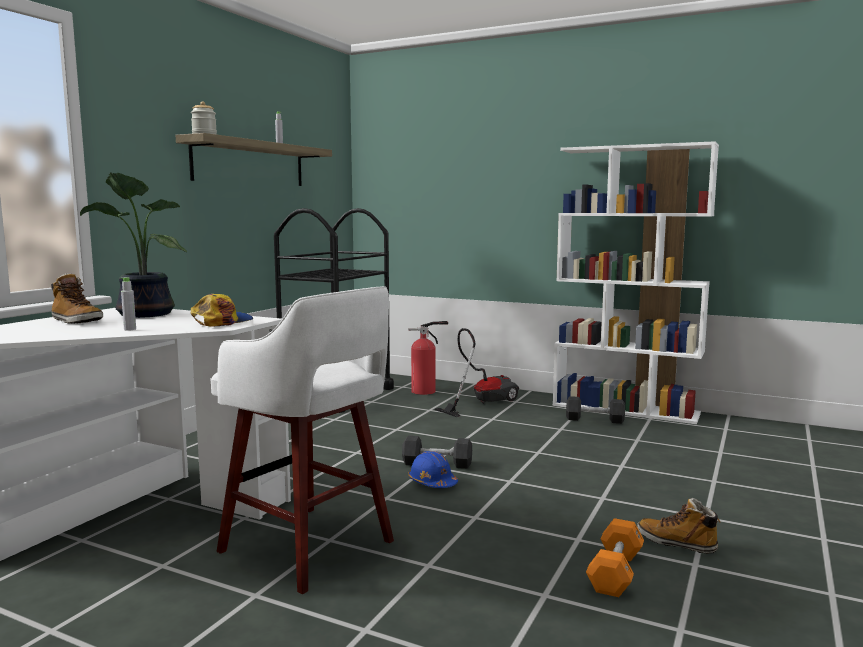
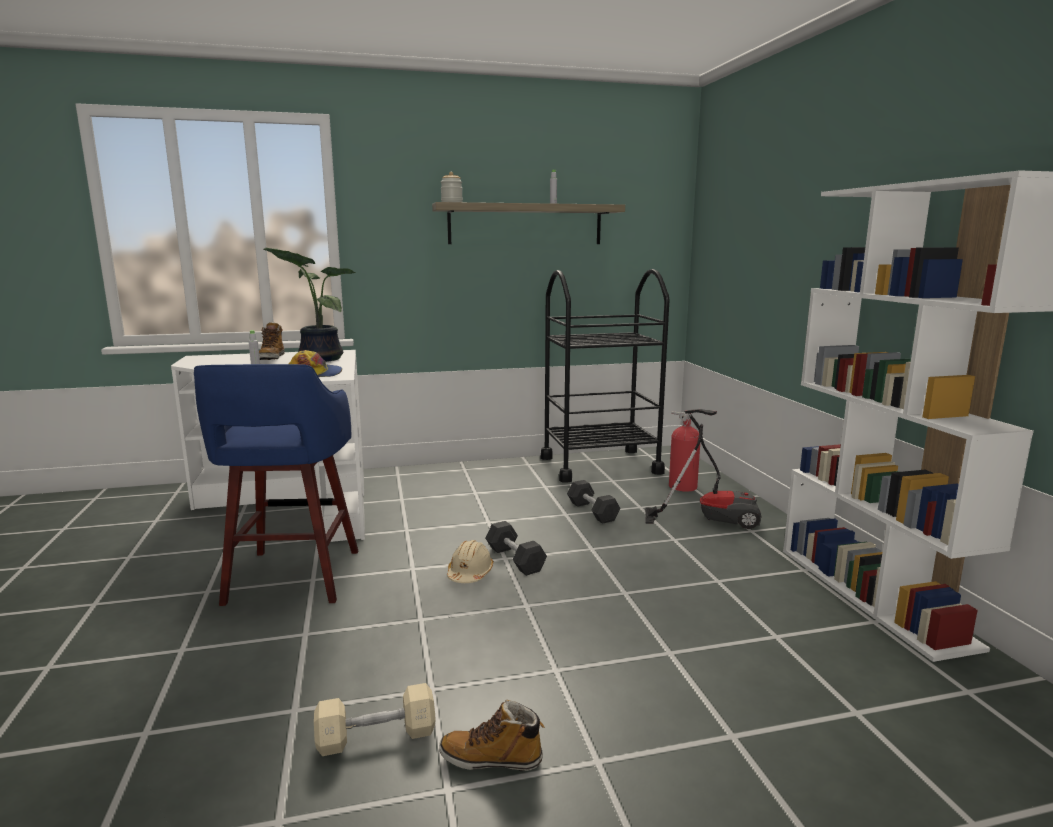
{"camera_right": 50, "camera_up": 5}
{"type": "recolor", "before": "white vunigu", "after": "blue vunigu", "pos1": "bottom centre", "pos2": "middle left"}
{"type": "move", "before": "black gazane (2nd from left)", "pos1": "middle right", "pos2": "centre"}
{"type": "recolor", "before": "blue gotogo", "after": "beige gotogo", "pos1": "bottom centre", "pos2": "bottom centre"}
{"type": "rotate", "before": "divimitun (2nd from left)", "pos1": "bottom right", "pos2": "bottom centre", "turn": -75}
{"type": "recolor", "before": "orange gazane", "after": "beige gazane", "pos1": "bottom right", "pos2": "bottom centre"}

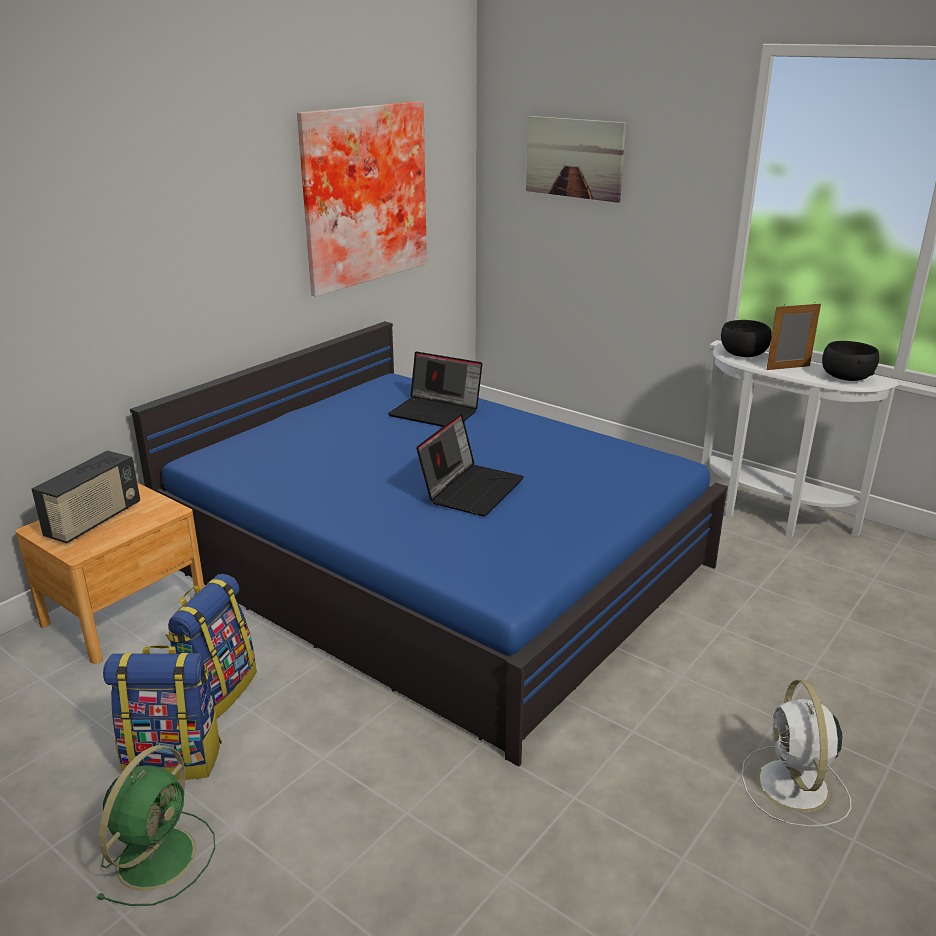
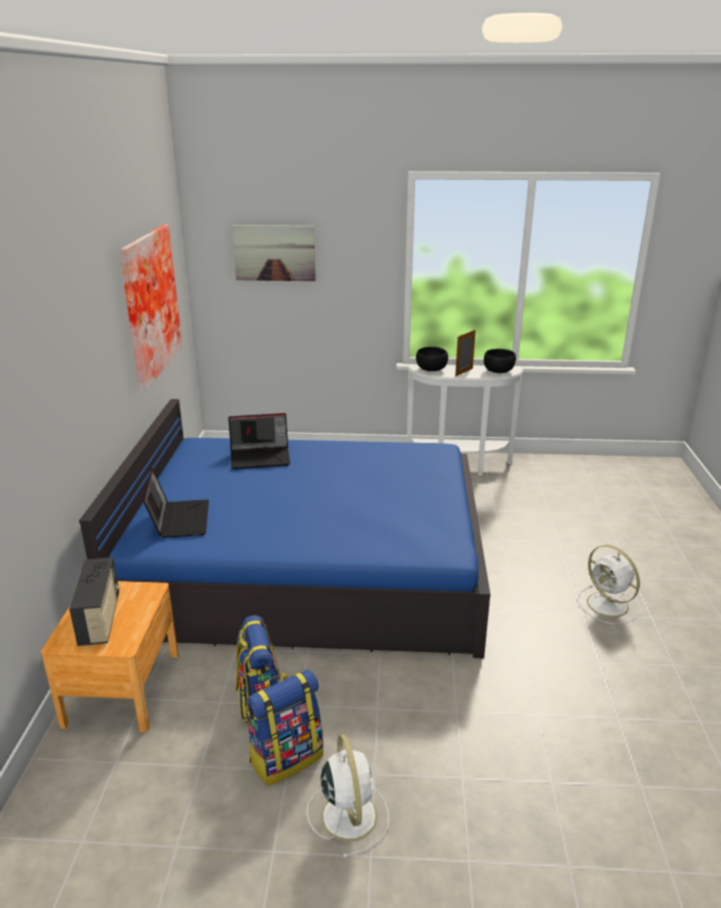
{"camera_right": -35, "camera_up": 0}
{"type": "move", "before": "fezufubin (2nd from left in the first image)", "after": "fezufubin (1st from left)", "pos1": "centre", "pos2": "middle left"}
{"type": "recolor", "before": "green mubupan", "after": "white mubupan (1st from left)", "pos1": "bottom left", "pos2": "bottom centre"}

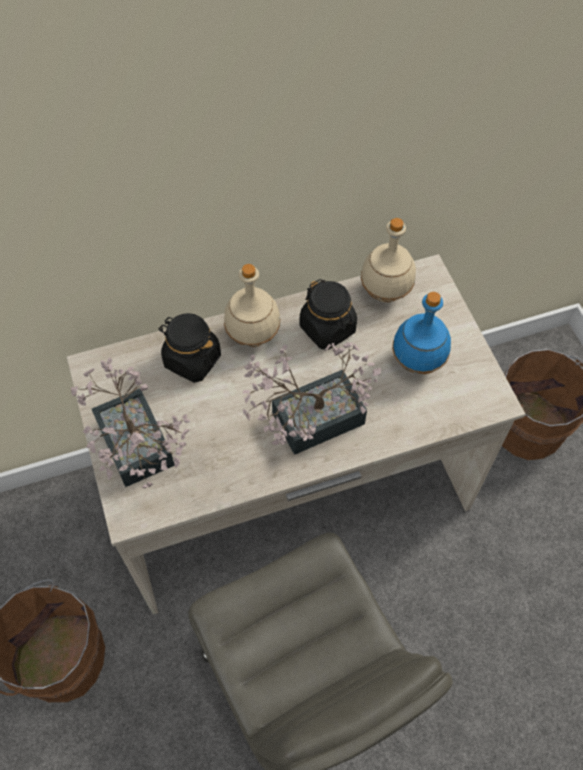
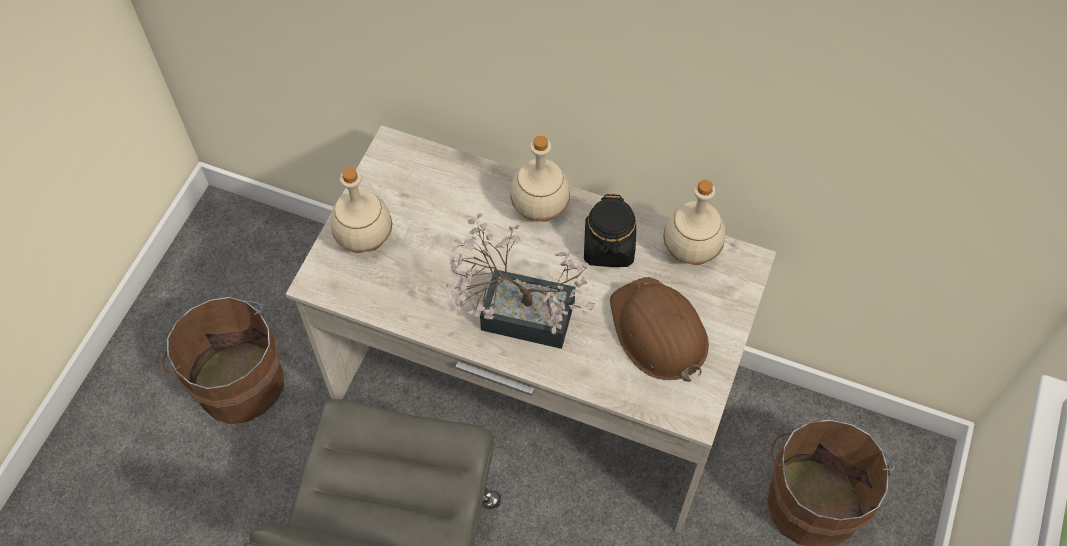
{"camera_right": 40, "camera_up": 0}
{"type": "replace", "before": "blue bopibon", "after": "brown gotogo", "pos1": "middle right", "pos2": "centre"}
{"type": "delete", "before": "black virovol (1st from left)", "pos1": "middle left"}
{"type": "replace", "before": "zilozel (1st from left)", "after": "beige bopibon (1st from left)", "pos1": "middle left", "pos2": "centre"}

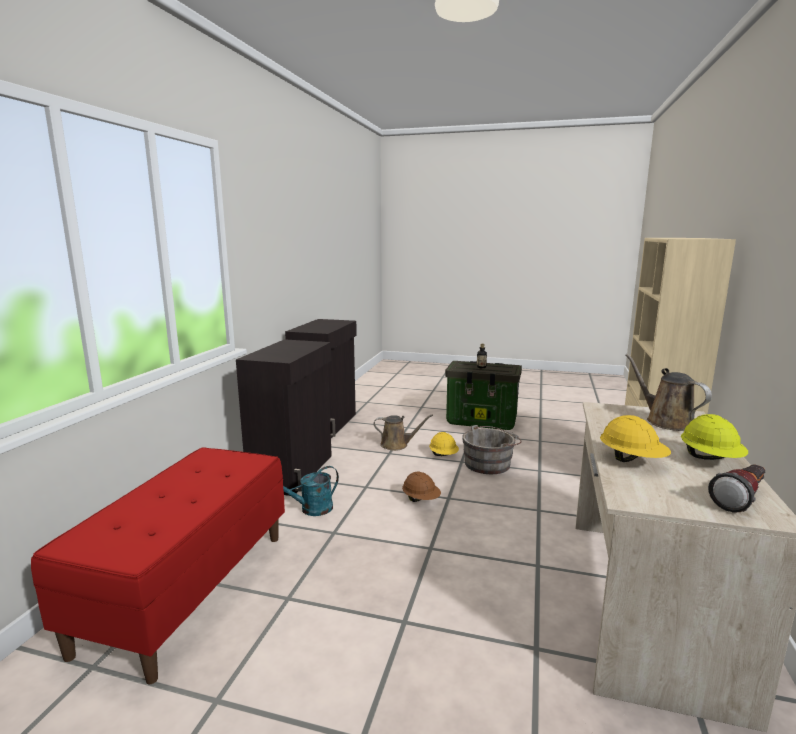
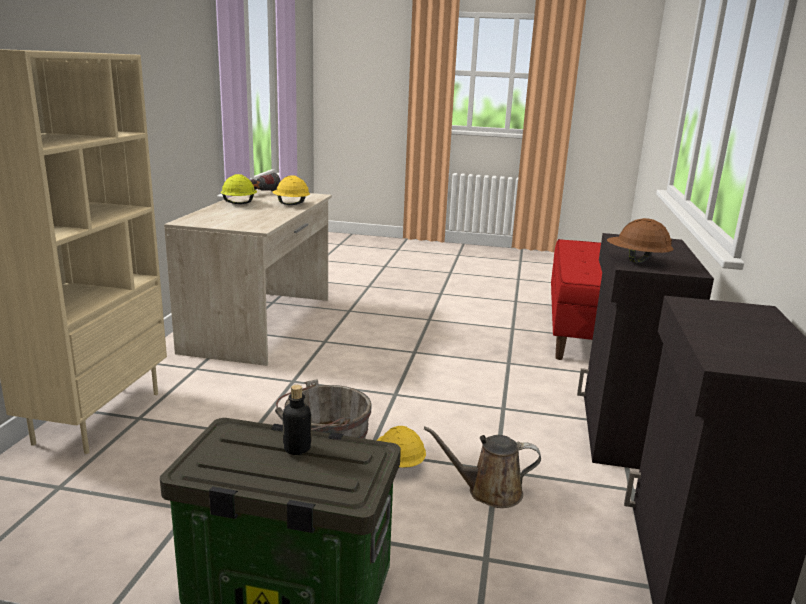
{"camera_right": 175, "camera_up": 5}
{"type": "delete", "before": "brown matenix (2nd from left)", "pos1": "middle right"}
{"type": "delete", "before": "turquoise matenix", "pos1": "bottom centre"}
{"type": "move", "before": "brown gotogo", "pos1": "centre", "pos2": "middle right"}

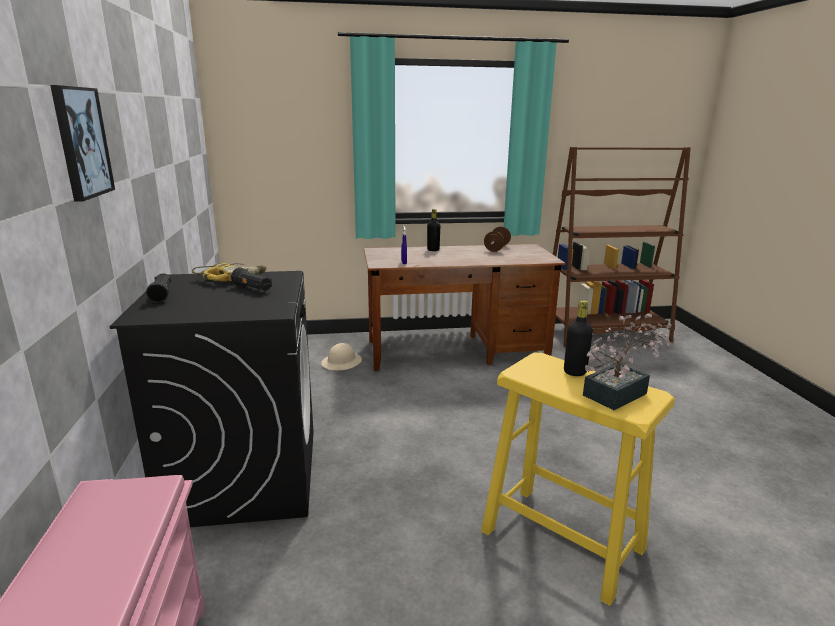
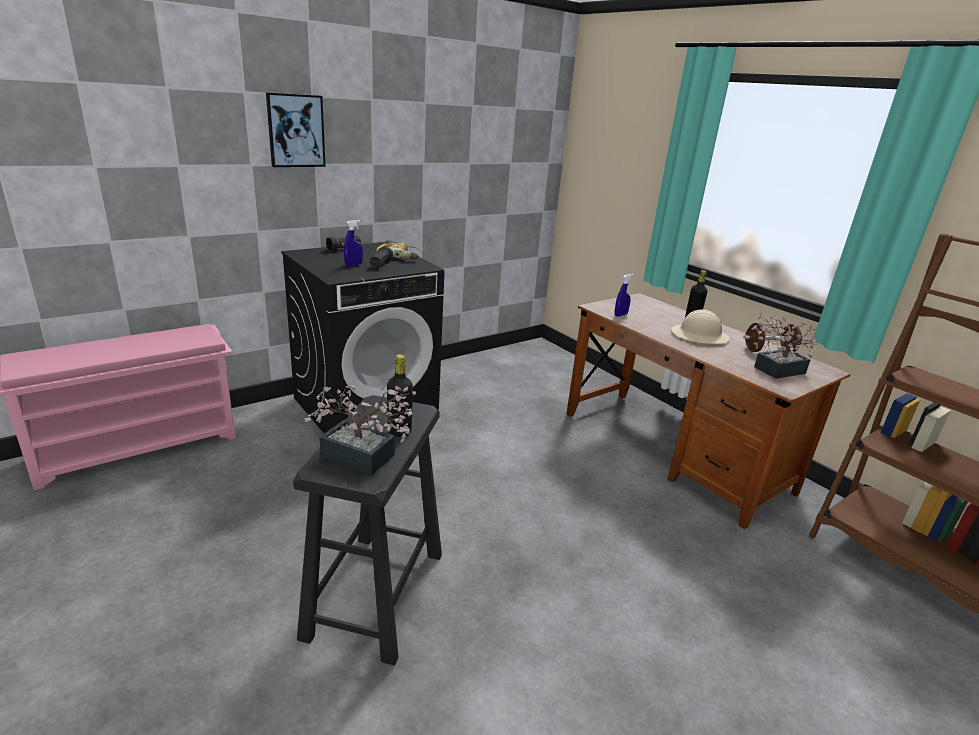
{"camera_right": 60, "camera_up": 5}
{"type": "move", "before": "beige gotogo", "pos1": "centre", "pos2": "middle right"}
{"type": "recolor", "before": "yellow vunigu", "after": "black vunigu", "pos1": "bottom right", "pos2": "bottom centre"}
{"type": "insert", "after": "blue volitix (1st from left)", "pos2": "top centre"}
{"type": "insert", "after": "zilozel (2nd from left)", "pos2": "middle right"}

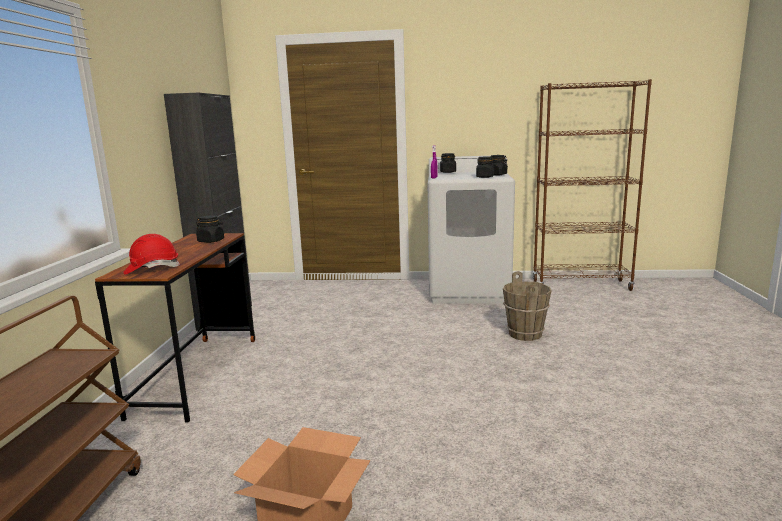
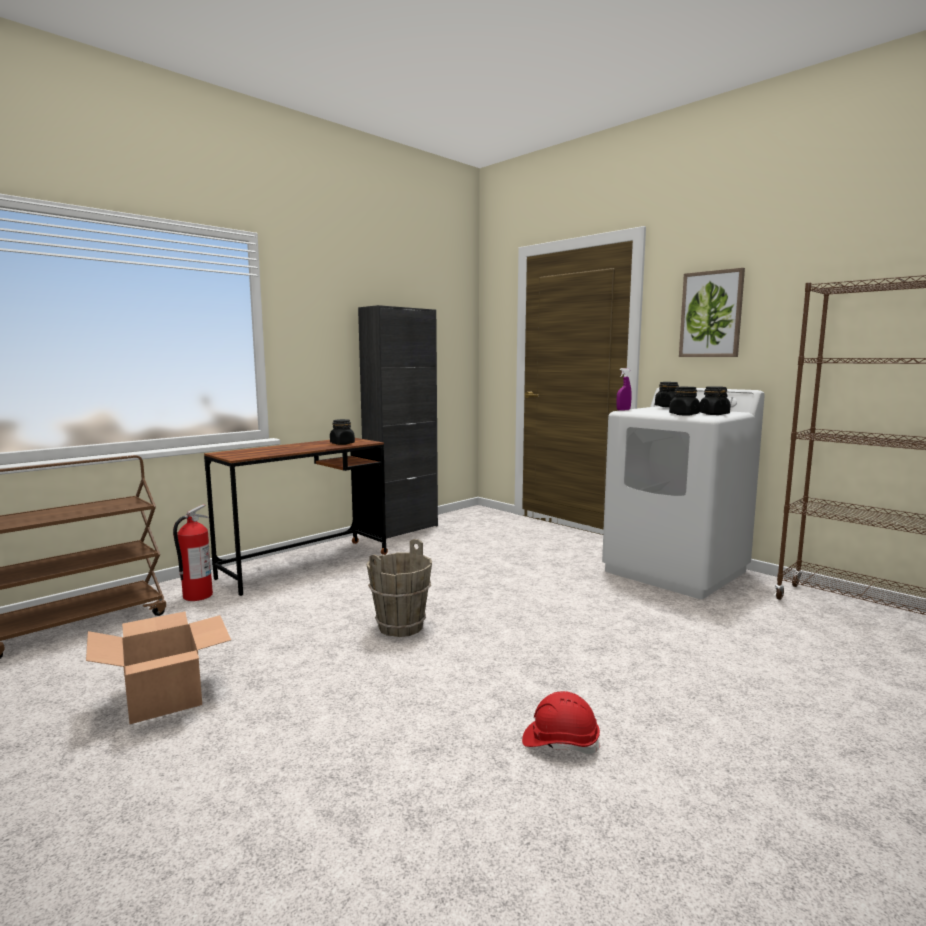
{"camera_right": 40, "camera_up": -5}
{"type": "move", "before": "red gotogo", "pos1": "middle left", "pos2": "bottom centre"}
{"type": "move", "before": "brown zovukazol", "pos1": "middle right", "pos2": "centre"}
{"type": "insert", "after": "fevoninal", "pos2": "middle right"}
{"type": "insert", "after": "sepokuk", "pos2": "middle left"}

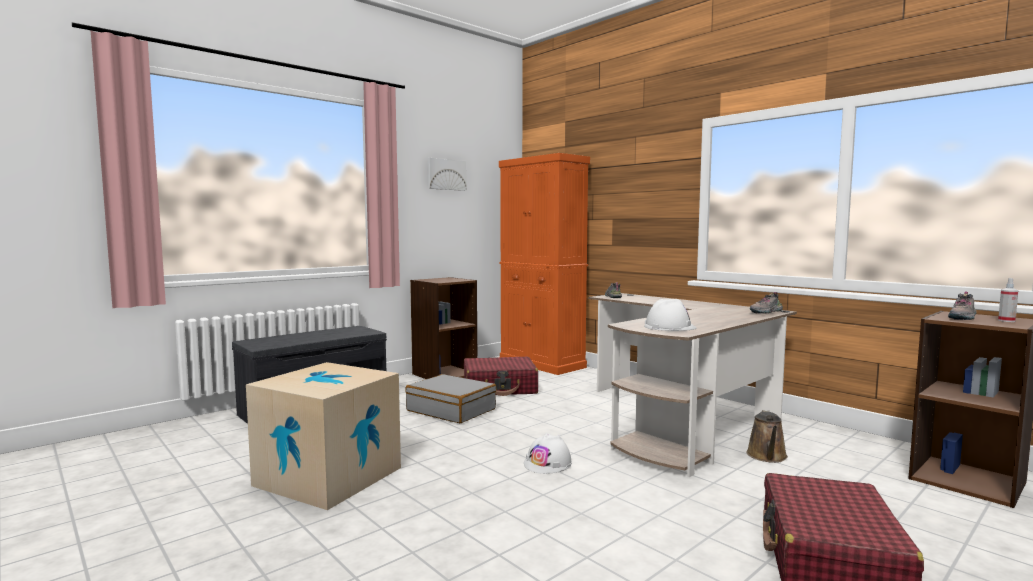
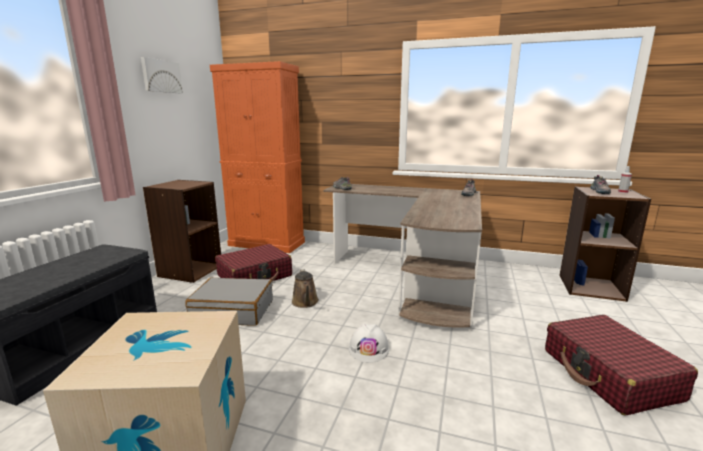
{"camera_right": -30, "camera_up": 10}
{"type": "delete", "before": "white gotogo (2nd from left)", "pos1": "centre"}
{"type": "move", "before": "brown matenix", "pos1": "bottom right", "pos2": "centre"}

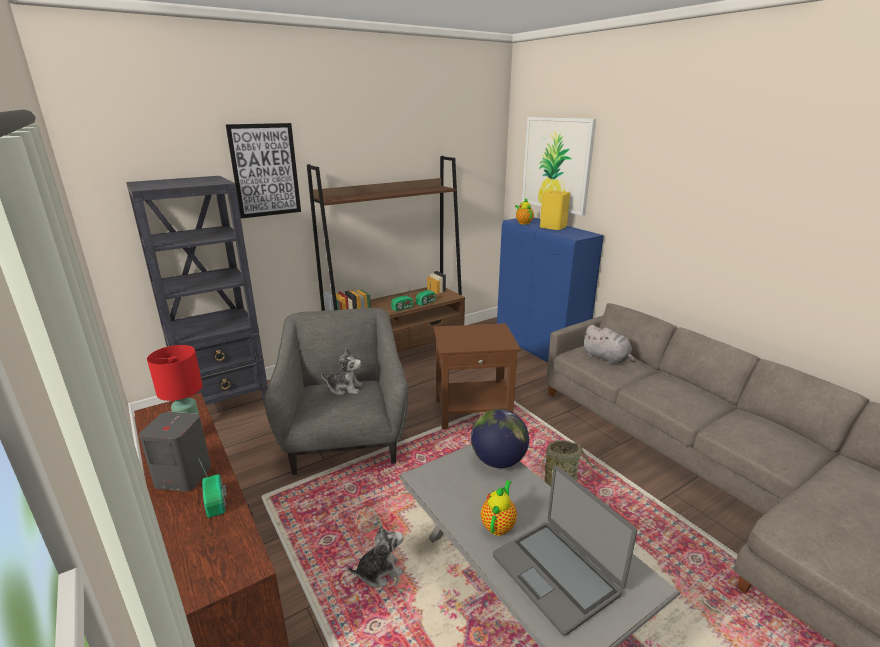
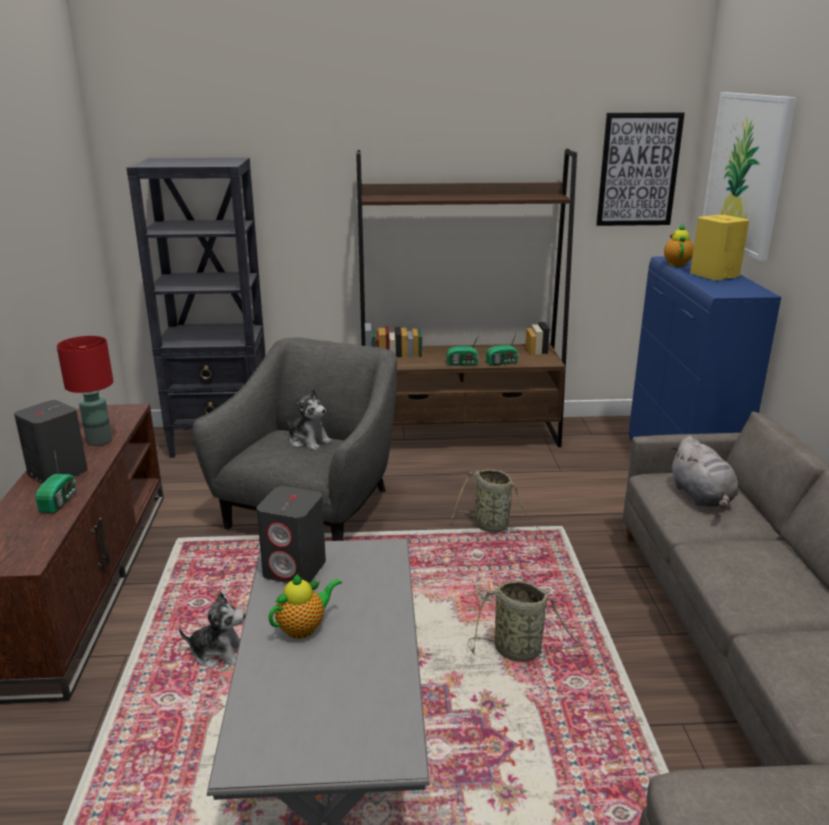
{"camera_right": 30, "camera_up": 0}
{"type": "move", "before": "fevoninal (1st from left)", "pos1": "top left", "pos2": "top right"}
{"type": "replace", "before": "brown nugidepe", "after": "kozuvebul (1st from left)", "pos1": "centre", "pos2": "centre"}
{"type": "delete", "before": "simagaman", "pos1": "bottom centre"}
{"type": "delete", "before": "fezufubin", "pos1": "bottom centre"}
{"type": "insert", "after": "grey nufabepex (2nd from left)", "pos2": "centre"}

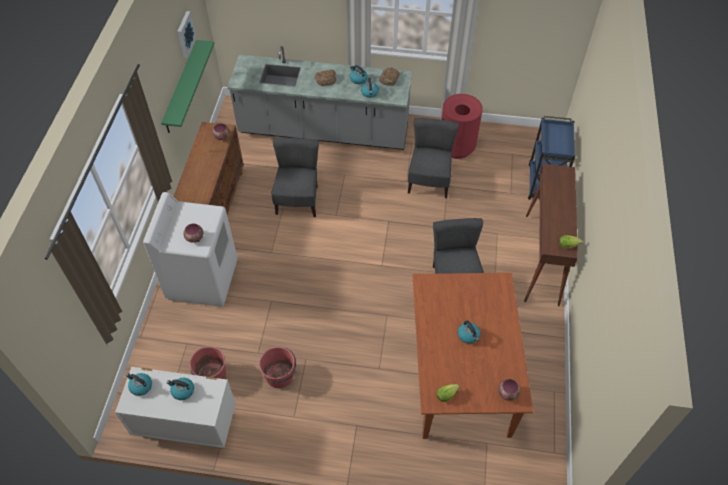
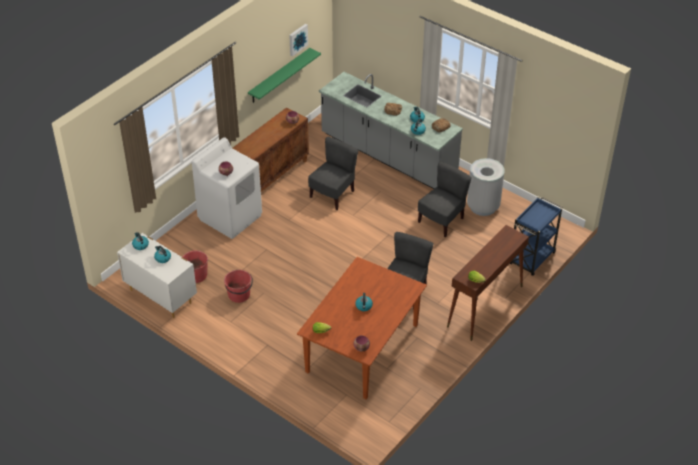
{"camera_right": 30, "camera_up": -10}
{"type": "recolor", "before": "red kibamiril", "after": "grey kibamiril", "pos1": "top centre", "pos2": "middle right"}

